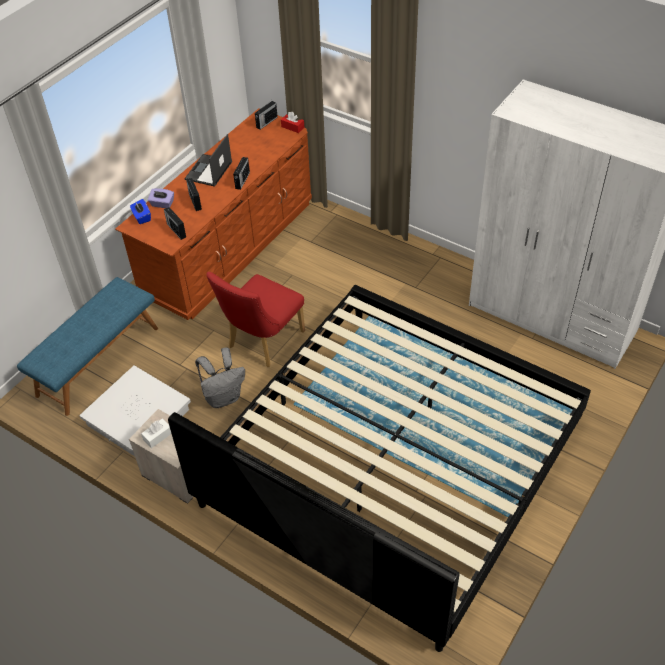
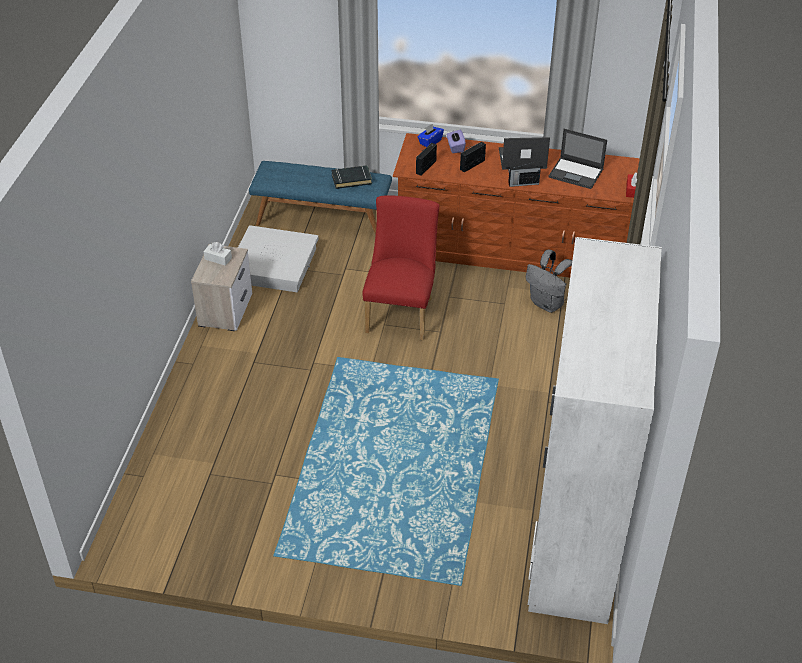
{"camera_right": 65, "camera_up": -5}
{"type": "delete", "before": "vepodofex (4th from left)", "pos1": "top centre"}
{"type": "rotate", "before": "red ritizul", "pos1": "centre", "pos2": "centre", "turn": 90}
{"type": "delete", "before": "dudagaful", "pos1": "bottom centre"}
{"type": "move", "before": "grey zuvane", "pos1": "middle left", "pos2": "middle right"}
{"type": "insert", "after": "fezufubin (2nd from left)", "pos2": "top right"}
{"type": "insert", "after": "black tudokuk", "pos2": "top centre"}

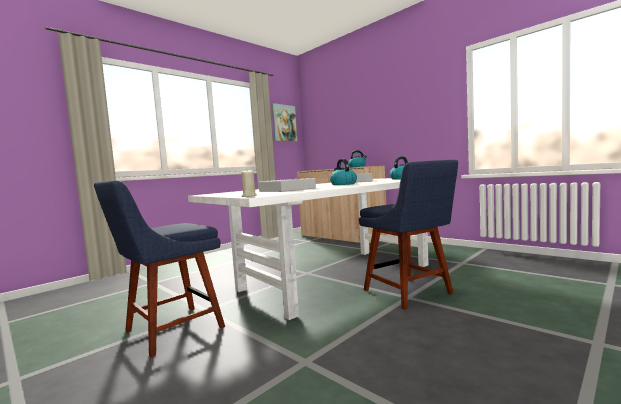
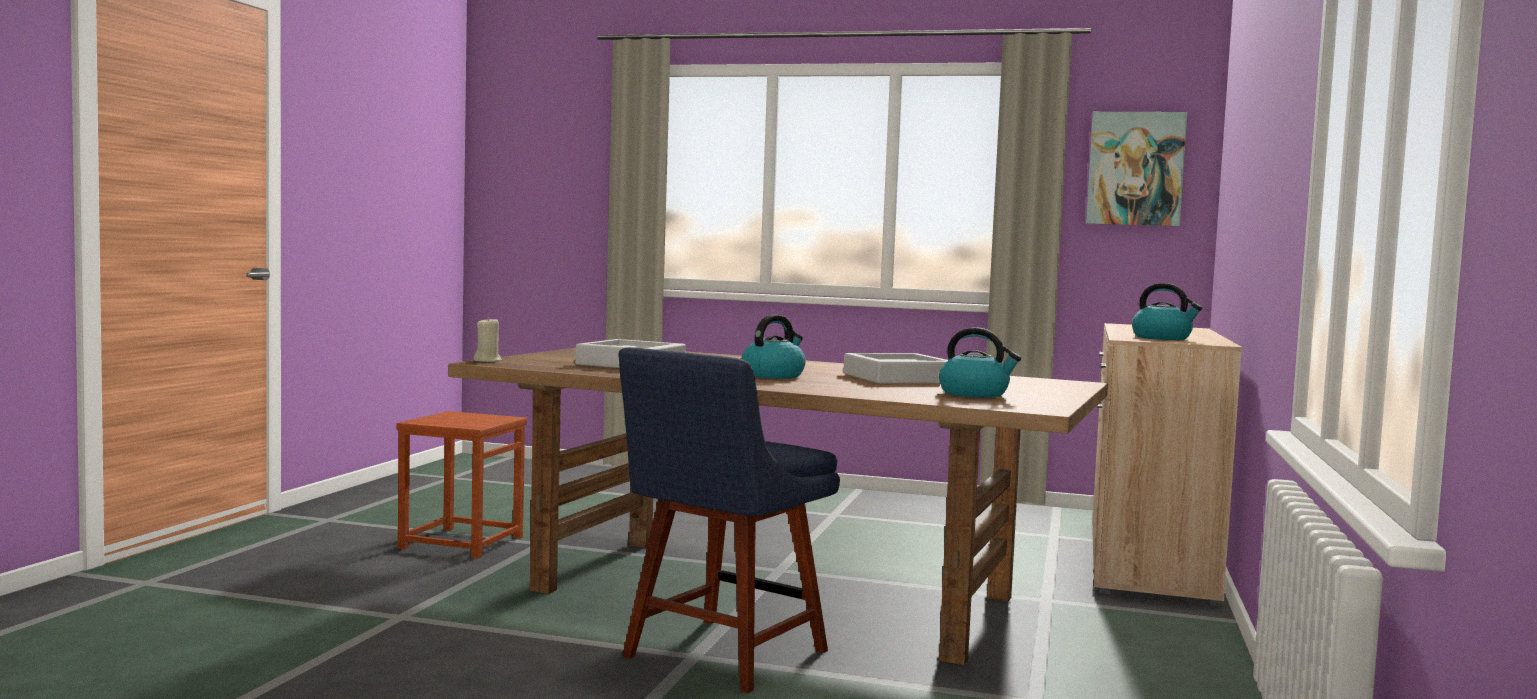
{"camera_right": 60, "camera_up": 0}
{"type": "recolor", "before": "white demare", "after": "brown demare", "pos1": "centre", "pos2": "bottom centre"}
{"type": "replace", "before": "blue ritizul (1st from left)", "after": "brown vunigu", "pos1": "middle left", "pos2": "bottom left"}

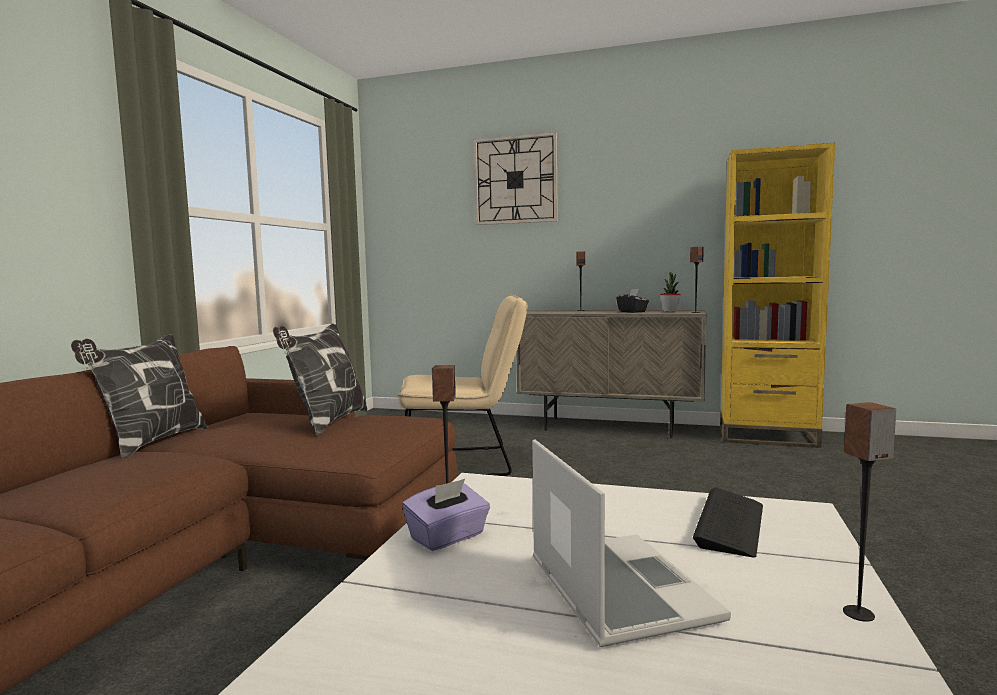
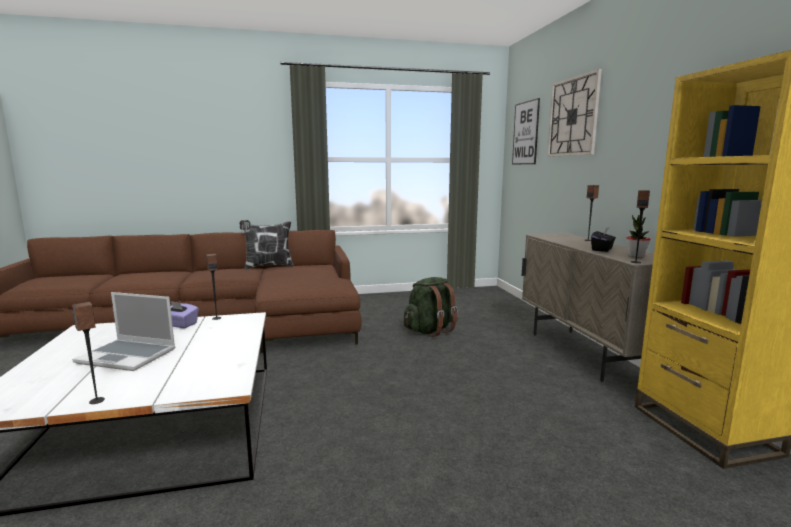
{"camera_right": 60, "camera_up": 5}
{"type": "replace", "before": "beige ritizul", "after": "green zuvane", "pos1": "centre", "pos2": "centre"}
{"type": "delete", "before": "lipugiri (2nd from left)", "pos1": "middle left"}
{"type": "rotate", "before": "fezufubin", "pos1": "bottom centre", "pos2": "middle left", "turn": 60}
{"type": "delete", "before": "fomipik", "pos1": "bottom right"}
{"type": "insert", "after": "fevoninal", "pos2": "top centre"}

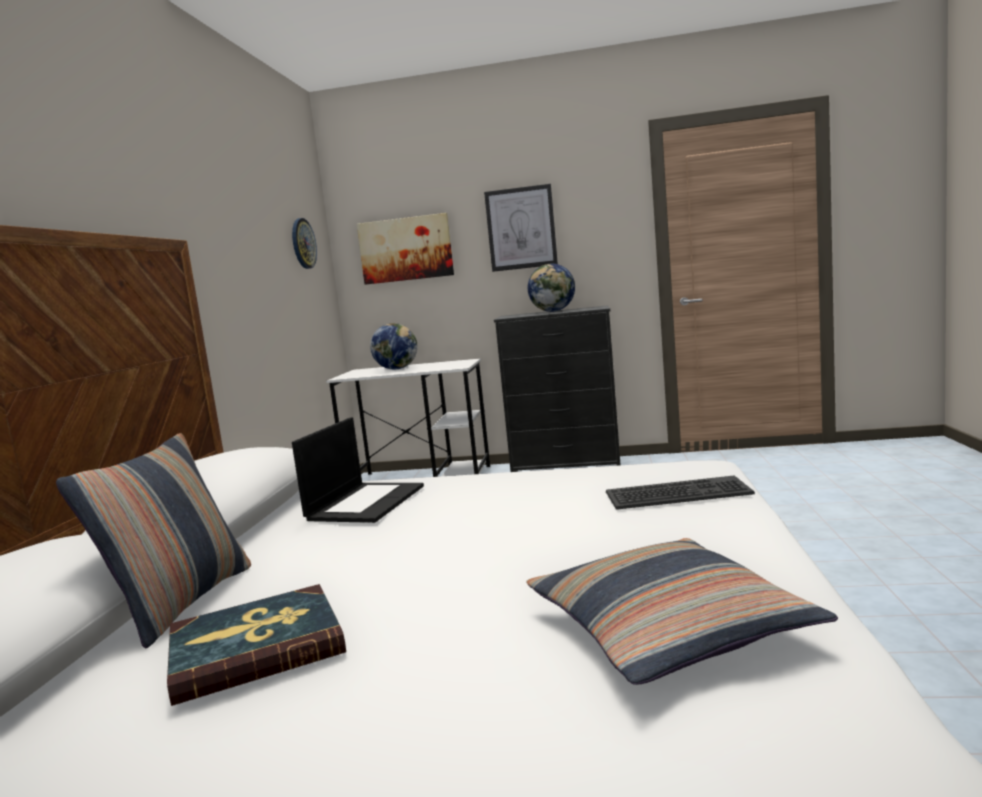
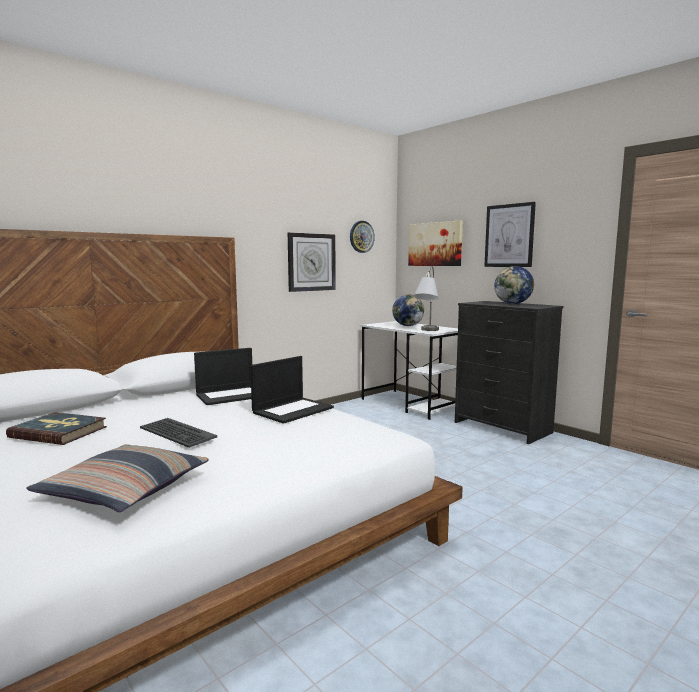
{"camera_right": 40, "camera_up": 0}
{"type": "delete", "before": "lipugiri (1st from left)", "pos1": "bottom left"}
{"type": "move", "before": "fomipik", "pos1": "middle right", "pos2": "middle left"}
{"type": "insert", "after": "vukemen (1st from left)", "pos2": "centre"}
{"type": "insert", "after": "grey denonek", "pos2": "centre"}
{"type": "insert", "after": "fezufubin (2nd from left)", "pos2": "centre"}

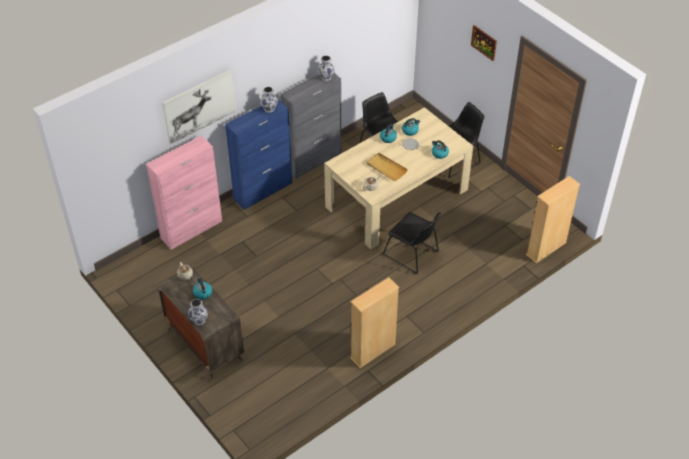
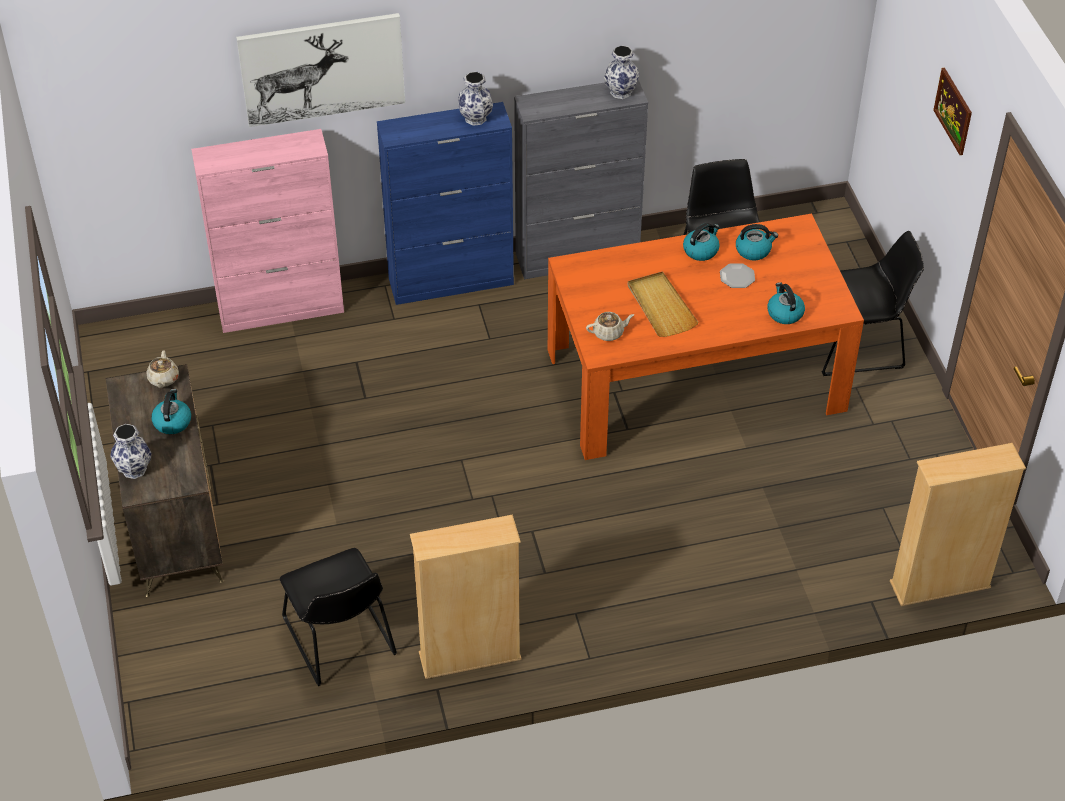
{"camera_right": 25, "camera_up": 0}
{"type": "recolor", "before": "beige demare", "after": "orange demare", "pos1": "centre", "pos2": "centre"}
{"type": "move", "before": "black ritizul (2nd from left in the first image)", "after": "black ritizul (1st from left)", "pos1": "centre", "pos2": "bottom left"}

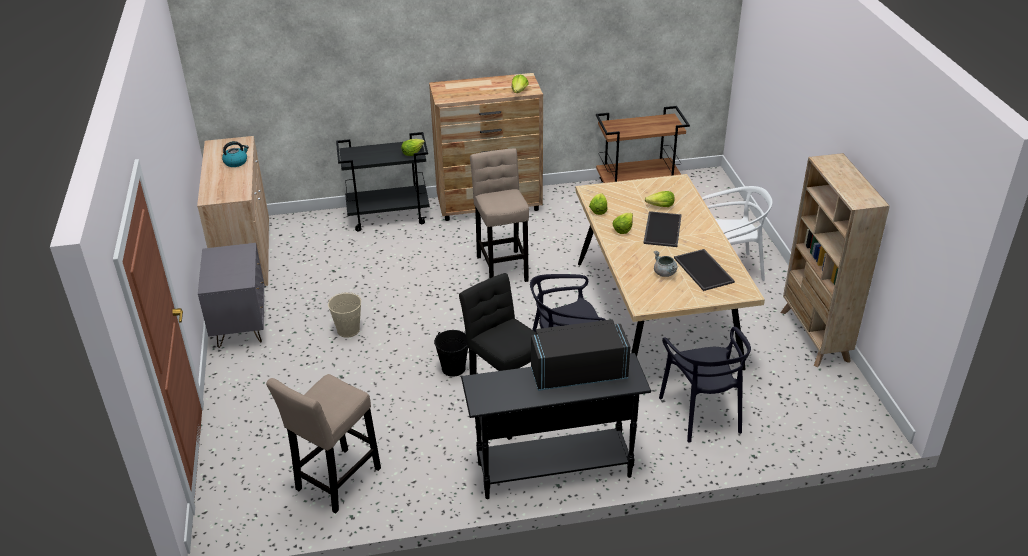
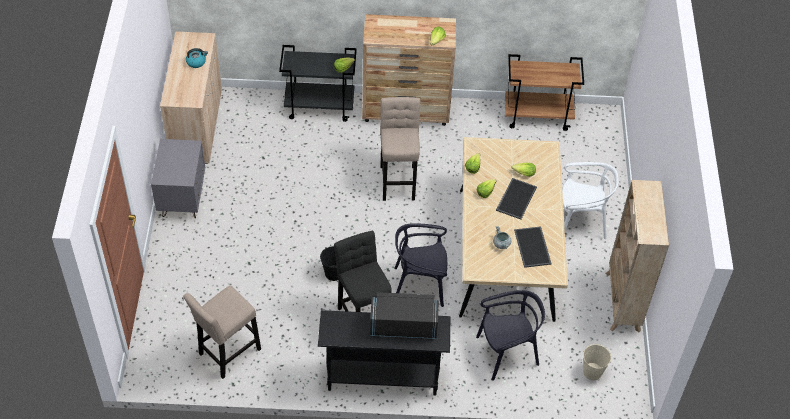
{"camera_right": 10, "camera_up": 15}
{"type": "move", "before": "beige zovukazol", "pos1": "centre", "pos2": "bottom right"}
{"type": "rotate", "before": "black ritizul (2nd from left)", "pos1": "bottom right", "pos2": "bottom centre", "turn": -105}

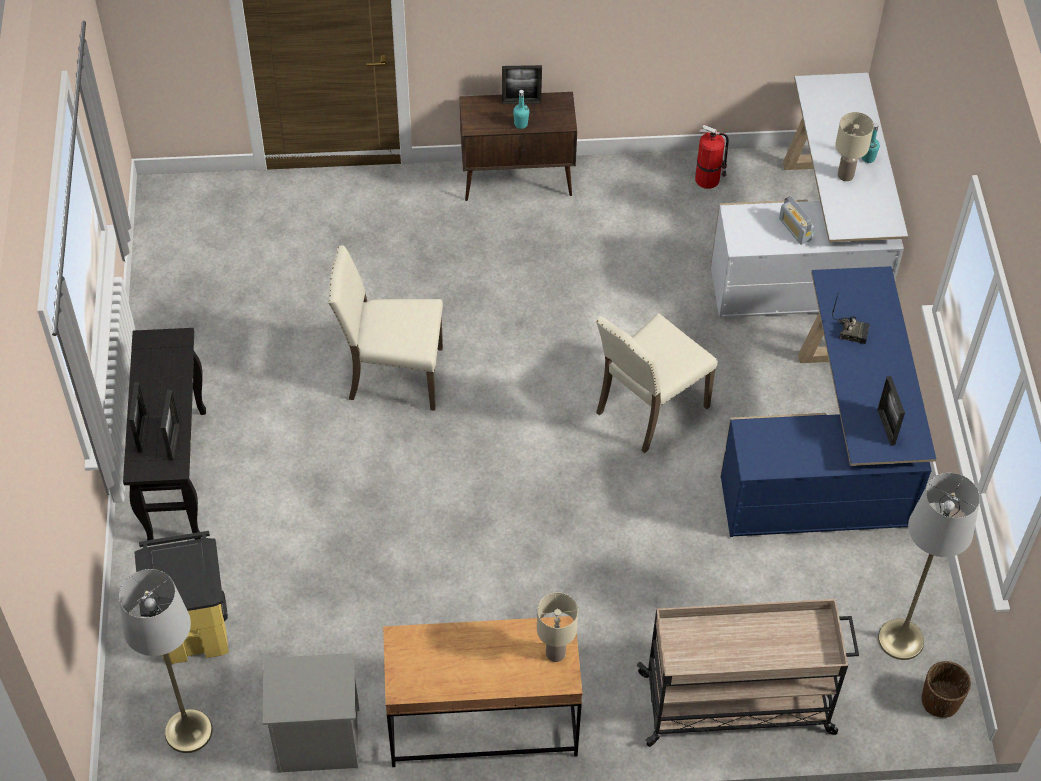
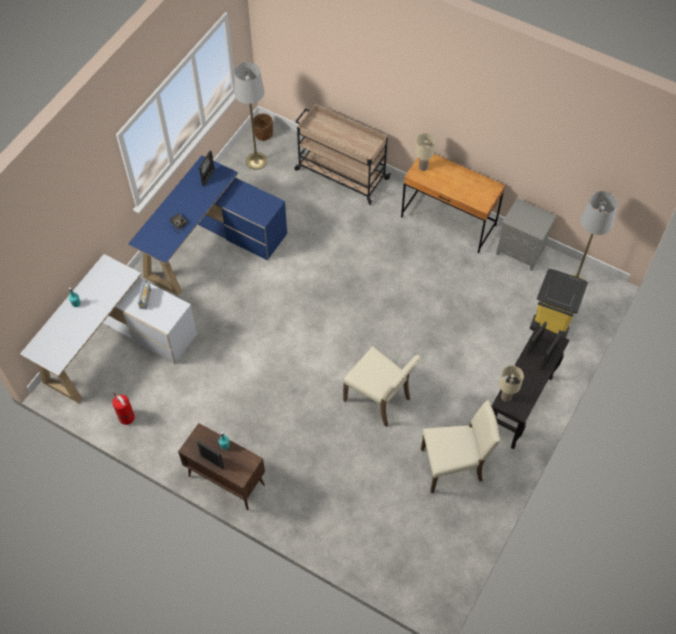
{"camera_right": -145, "camera_up": 5}
{"type": "move", "before": "beige denonek (2nd from left)", "pos1": "top right", "pos2": "middle right"}
{"type": "move", "before": "beige ritizul (2nd from left)", "pos1": "centre", "pos2": "bottom right"}

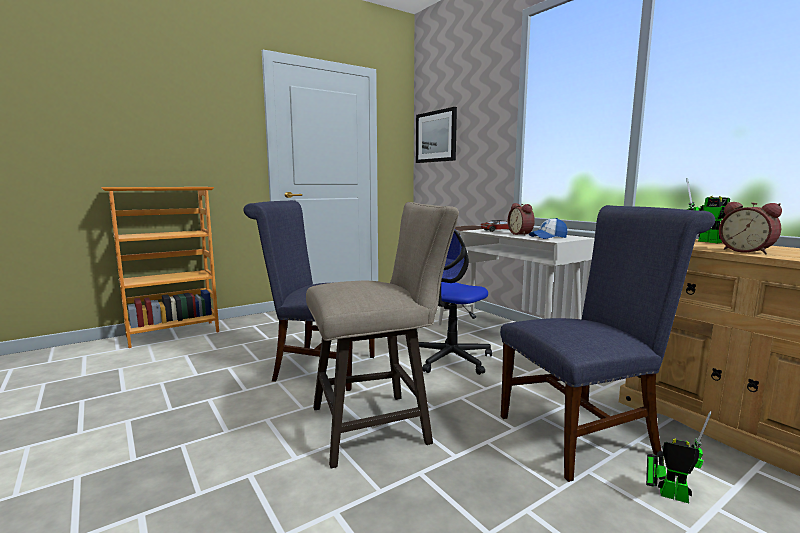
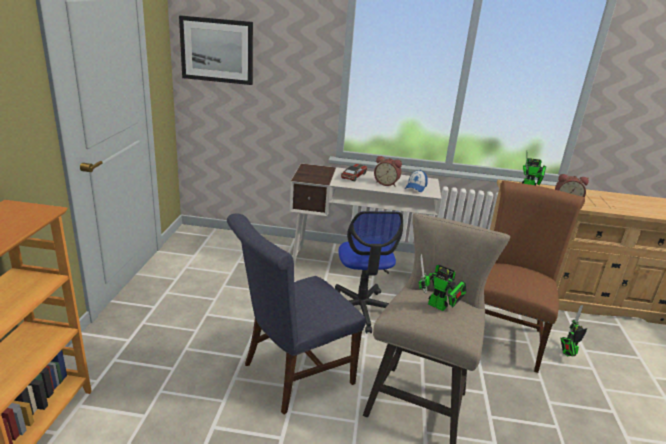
{"camera_right": -50, "camera_up": 15}
{"type": "recolor", "before": "blue ritizul (2nd from left)", "after": "brown ritizul", "pos1": "middle right", "pos2": "middle right"}
{"type": "insert", "after": "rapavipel (1st from left)", "pos2": "centre"}

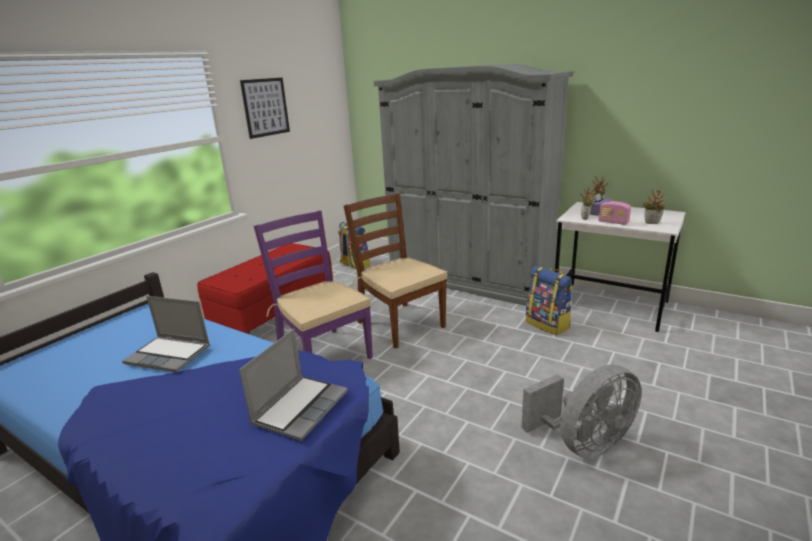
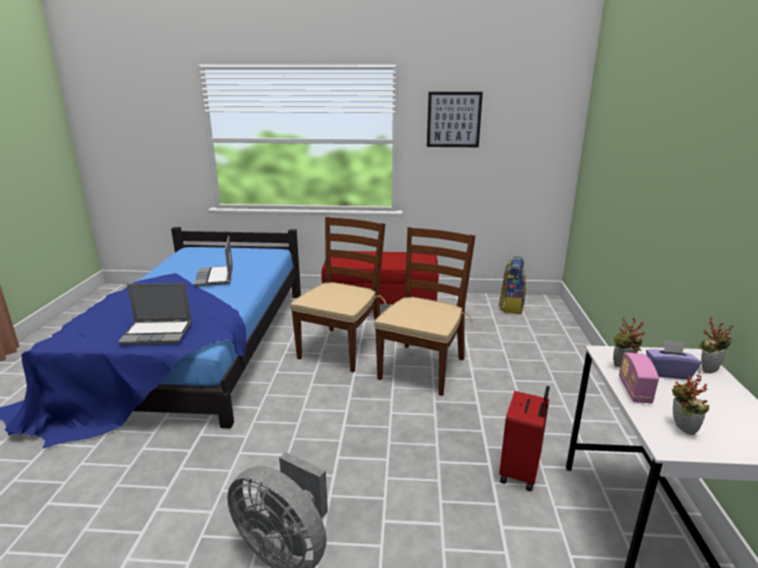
{"camera_right": 60, "camera_up": 0}
{"type": "delete", "before": "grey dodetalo", "pos1": "centre"}
{"type": "recolor", "before": "purple ritizul", "after": "brown ritizul (1st from left)", "pos1": "centre", "pos2": "centre"}
{"type": "replace", "before": "zuvane (2nd from left)", "after": "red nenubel", "pos1": "middle right", "pos2": "bottom right"}

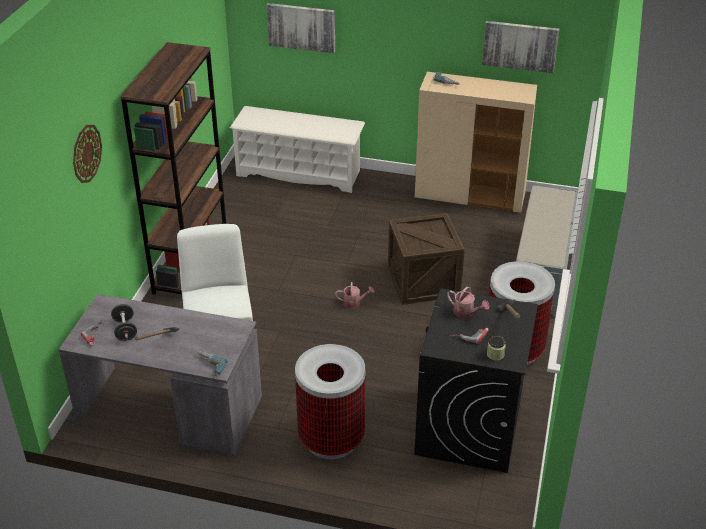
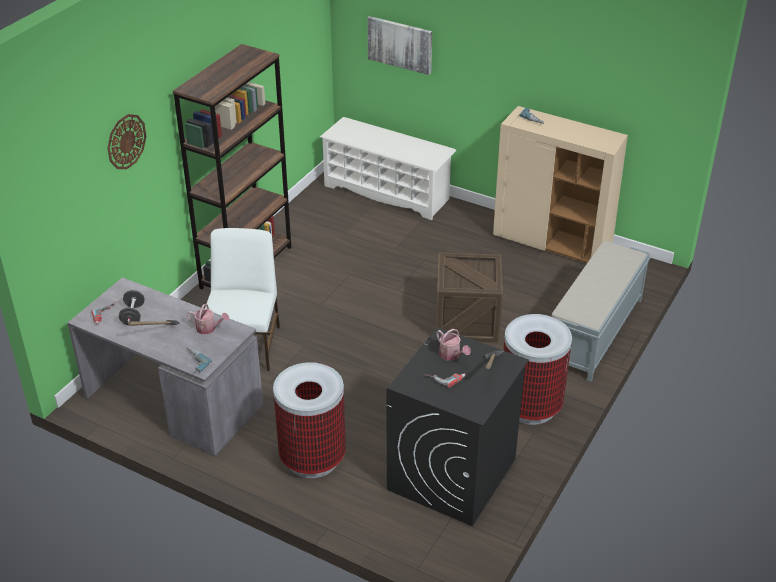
{"camera_right": 15, "camera_up": 0}
{"type": "delete", "before": "fevoninal (2nd from left)", "pos1": "top right"}
{"type": "move", "before": "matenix (1st from left)", "pos1": "centre", "pos2": "middle left"}
{"type": "delete", "before": "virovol", "pos1": "middle right"}

